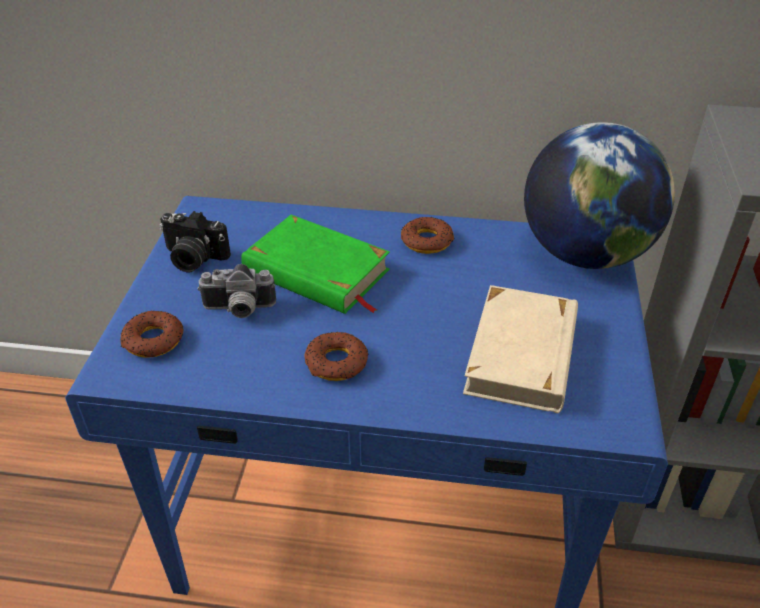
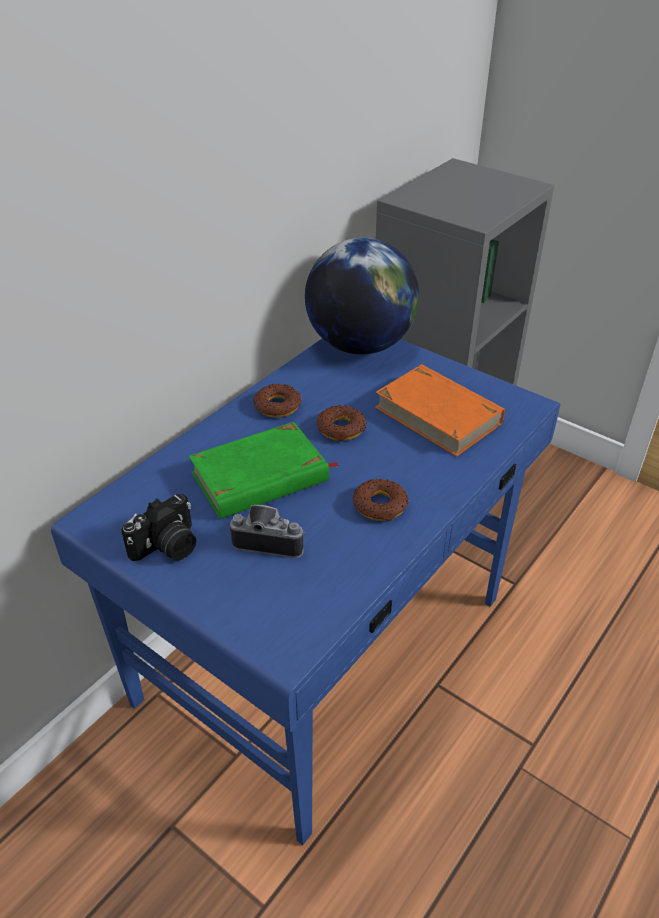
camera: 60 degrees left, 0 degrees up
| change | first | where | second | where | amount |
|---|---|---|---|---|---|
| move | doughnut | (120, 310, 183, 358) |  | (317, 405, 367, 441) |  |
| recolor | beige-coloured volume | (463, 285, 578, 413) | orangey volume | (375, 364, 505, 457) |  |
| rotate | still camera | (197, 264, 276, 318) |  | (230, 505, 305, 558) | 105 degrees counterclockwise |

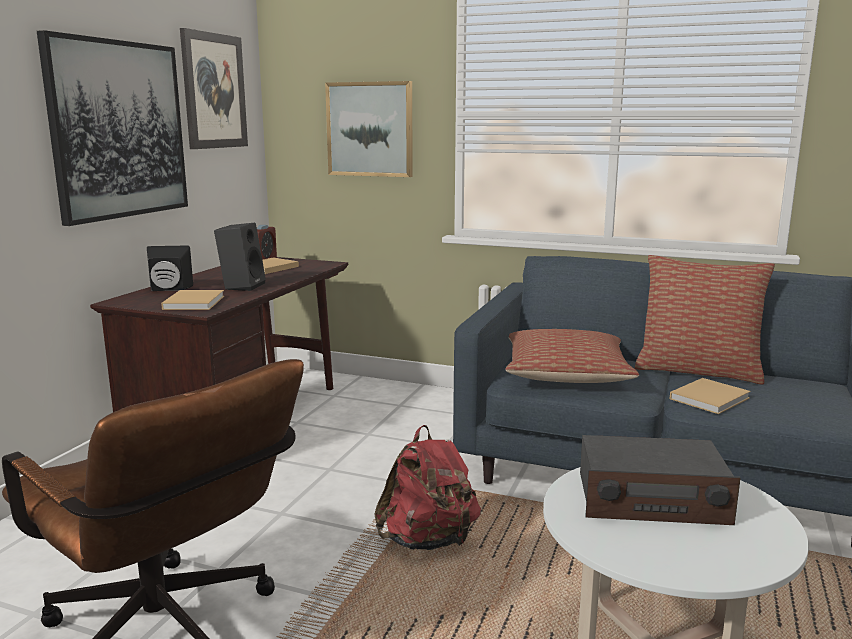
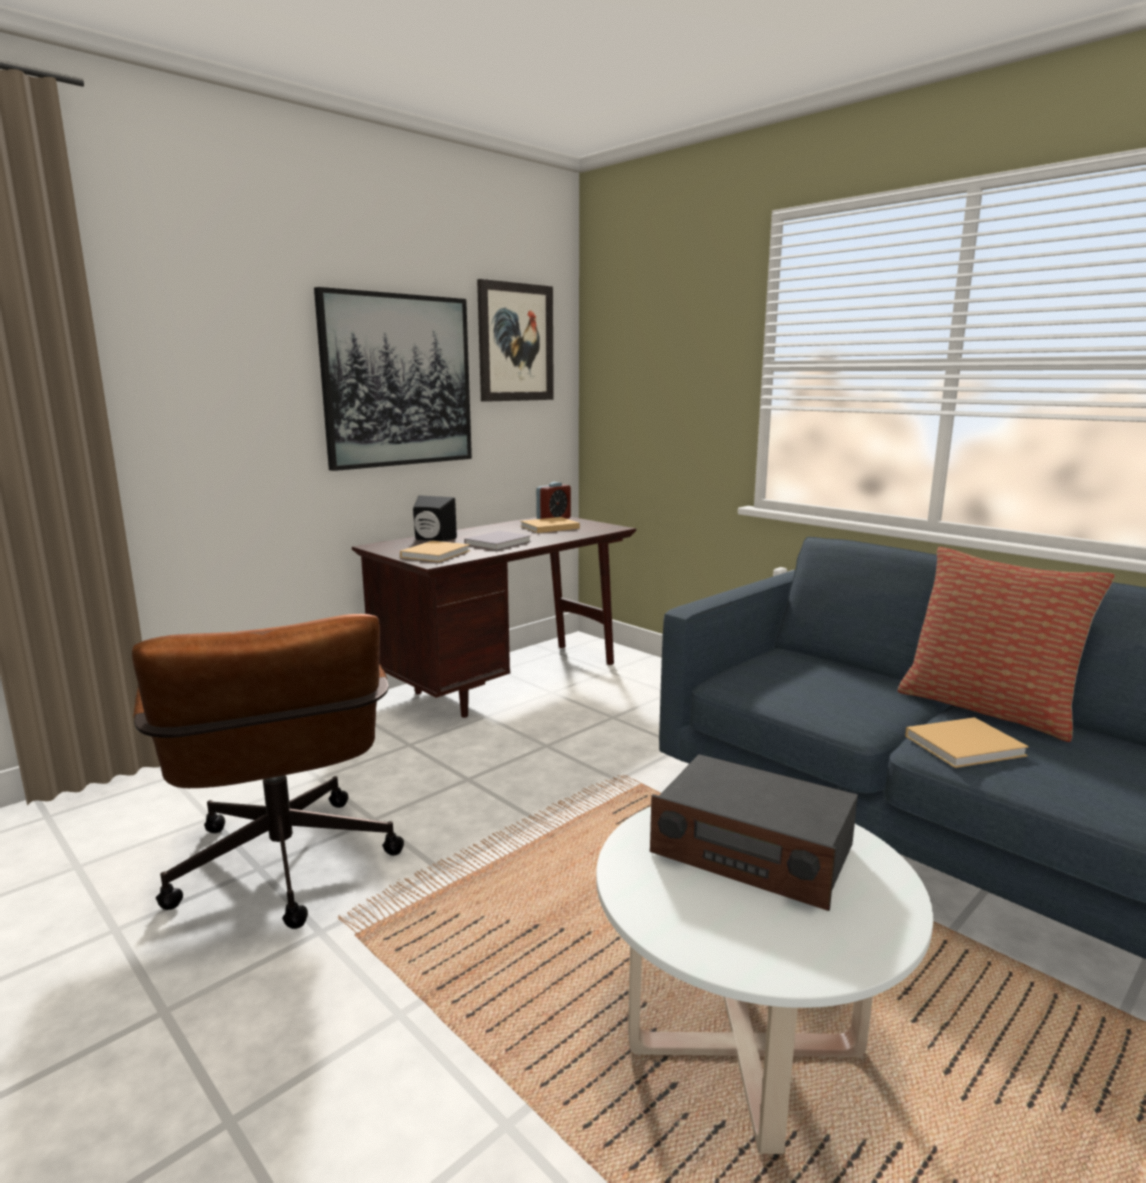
camera: 25 degrees right, 0 degrees up
| change | first | where | second | where | amount |
|---|---|---|---|---|---|
| delete | picture | (325, 81, 413, 177) |  |  |  |
| delete | red backpack | (374, 425, 481, 550) |  |  |  |
| delete | throw pillow | (506, 329, 639, 383) |  |  |  |
| replace | black-coloured speaker | (214, 223, 266, 291) | gray volume | (464, 531, 531, 550) |  |

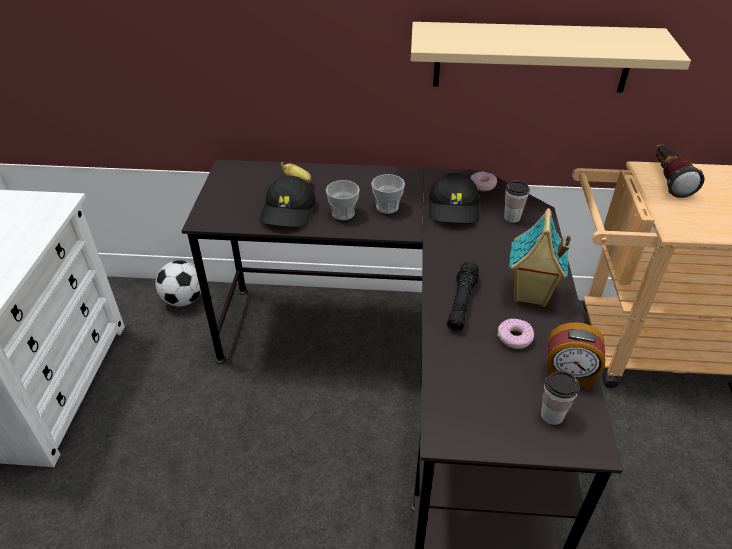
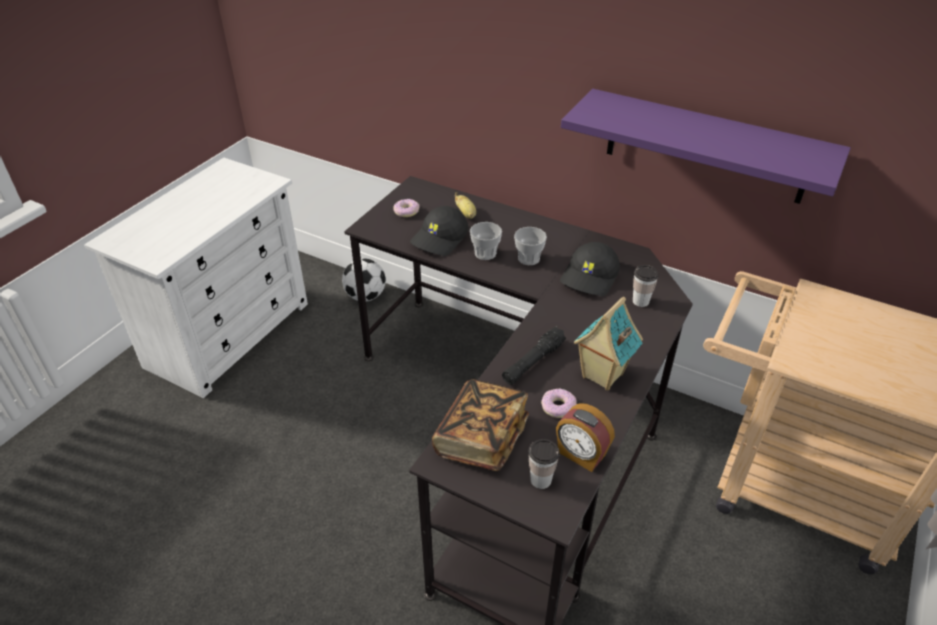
camera: 25 degrees right, 0 degrees up
| change | first | where | second | where | amount |
|---|---|---|---|---|---|
| delete | hand torch | (655, 144, 705, 198) |  |  |  |
| insert |  |  | volume | (432, 379, 529, 471) |  |
| move | doughnut | (470, 172, 497, 191) |  | (393, 199, 420, 217) |  |
| recolor | beige-coloured shelf | (411, 22, 691, 93) | purple-coloured shelf | (561, 89, 851, 204) |  |

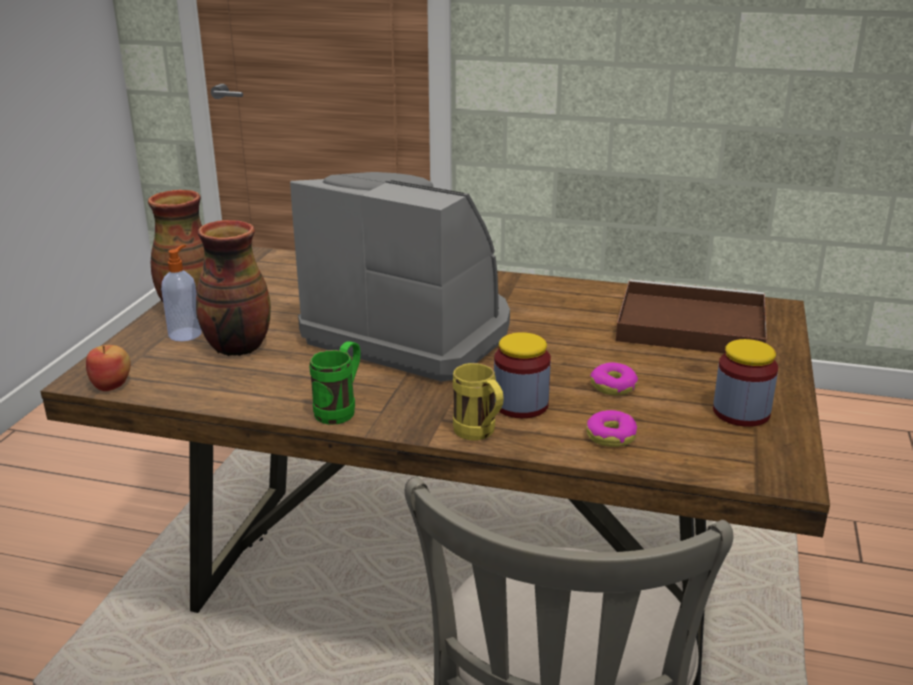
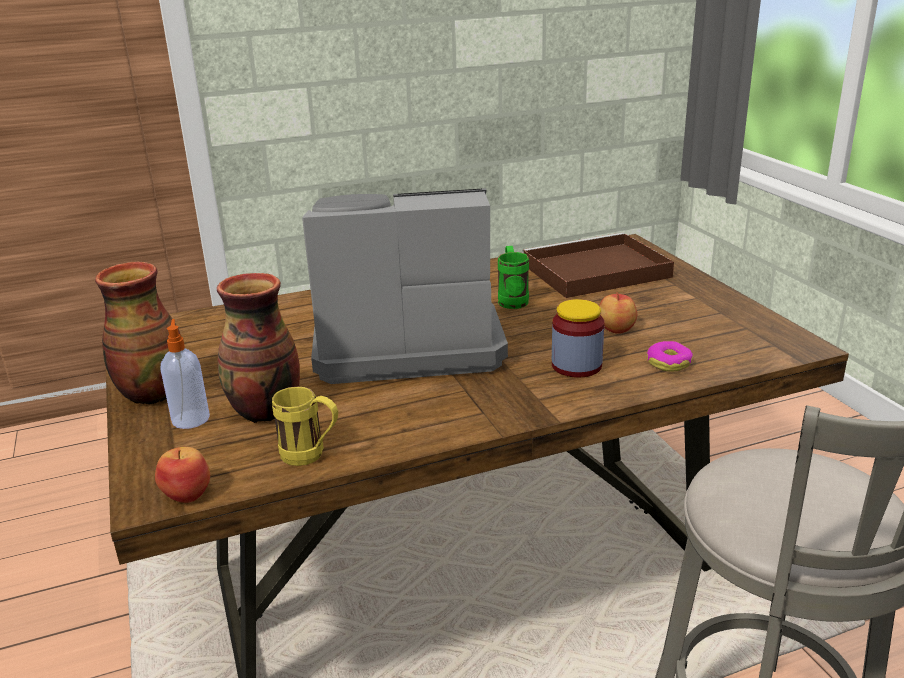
camera: 35 degrees left, 0 degrees up
| change | first | where | second | where | amount |
|---|---|---|---|---|---|
| delete | preserve jar | (713, 339, 778, 427) |  |  |  |
| move | green tea mug | (309, 341, 360, 424) |  | (498, 246, 529, 309) |  |
| move | yellow tea mug | (453, 363, 504, 441) |  | (272, 387, 338, 466) |  |
| replace | doughnut | (590, 362, 638, 395) | whole apple | (599, 292, 637, 334) |  |

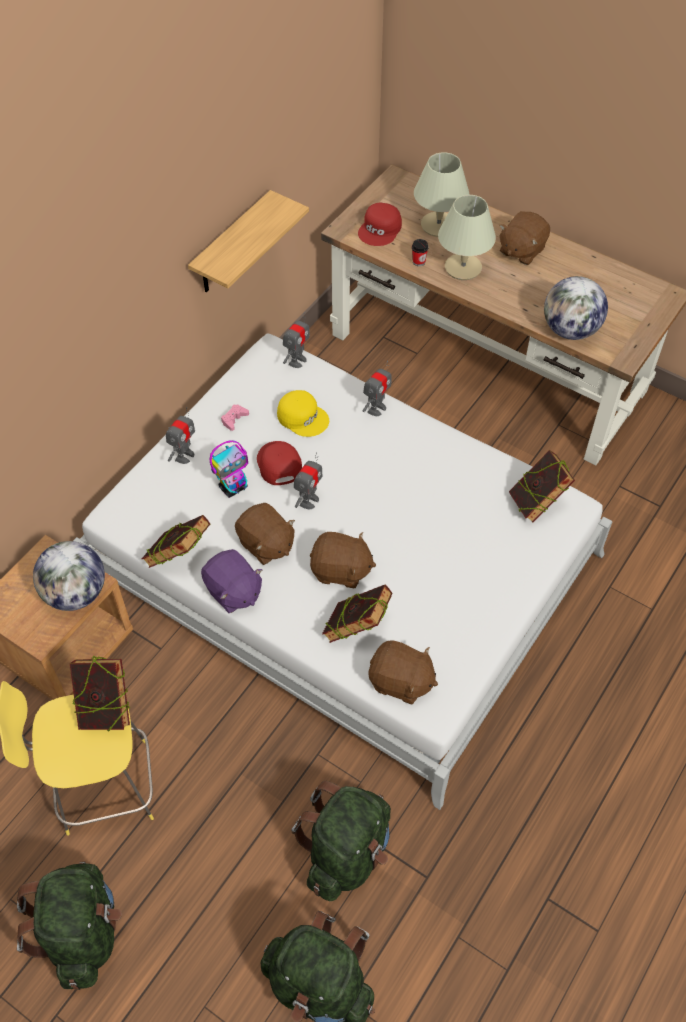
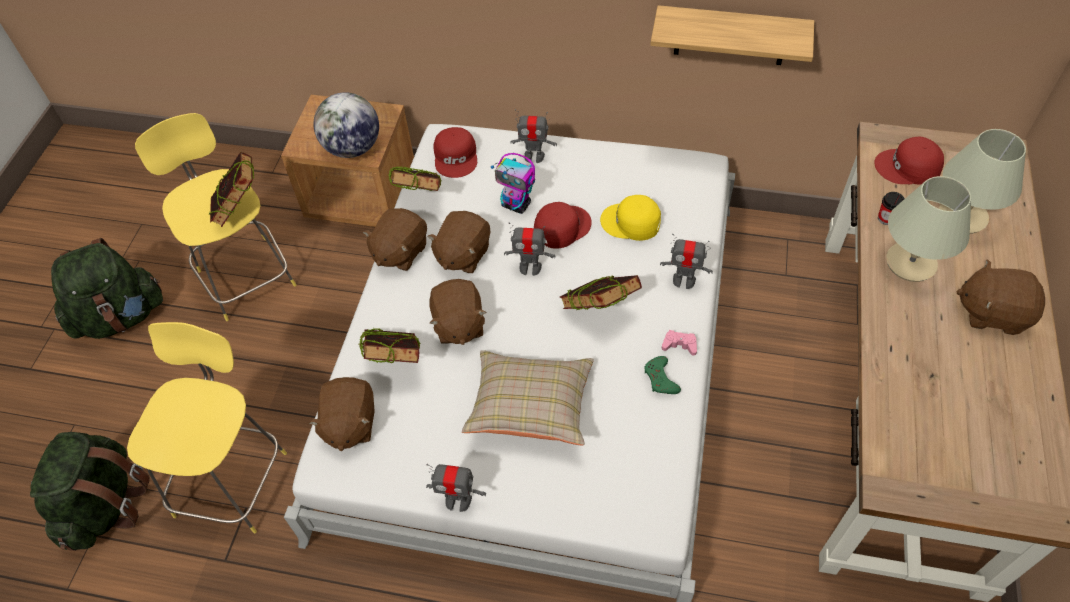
camera: 70 degrees right, 0 degrees up
| change | first | where | second | where | amount |
|---|---|---|---|---|---|
| delete | world globe | (544, 276, 608, 340) |  |  |  |
| insert |  |  | red baseball cap | (433, 127, 477, 178) |  |
| insert |  |  | beige-coloured throw pillow | (462, 350, 594, 445) |  |
| insert |  |  | green game controller | (644, 356, 681, 394) |  |
| move | pink game controller | (221, 405, 249, 431) |  | (662, 330, 697, 356) |  |
| move | model robot | (283, 312, 310, 368) |  | (426, 464, 486, 512) |  |
| move | volume | (509, 450, 575, 522) |  | (560, 275, 642, 310) |  |
| replace | green backpack | (291, 781, 391, 901) | yellow stool seat | (127, 322, 287, 533) |  |
| recolor | purple-coloured cuddly toy | (201, 549, 263, 613) | brown cuddly toy | (363, 208, 427, 271) |  |
| rotate | yellow baseball cap | (277, 390, 329, 437) |  | (600, 195, 661, 241) | 90 degrees clockwise |

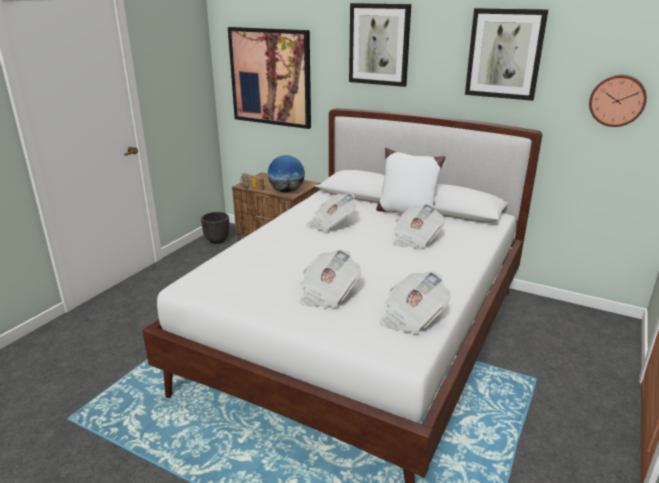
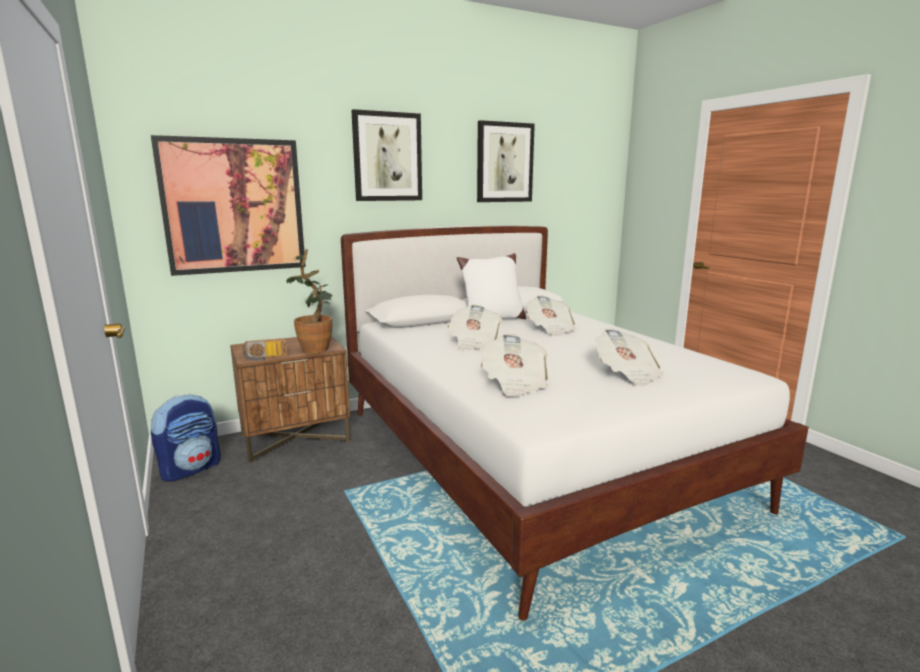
camera: 55 degrees left, 10 degrees down
| change | first | where | second | where | amount |
|---|---|---|---|---|---|
| delete | wall clock | (589, 75, 647, 127) |  |  |  |
| move | daily paper | (380, 272, 450, 334) |  | (480, 334, 549, 397) |  |
| replace | black-coloured flower pot | (201, 212, 230, 244) | backpack | (151, 394, 221, 482) |  |
| replace | world globe | (268, 155, 305, 193) | plant in a pot | (287, 249, 333, 354) |  |

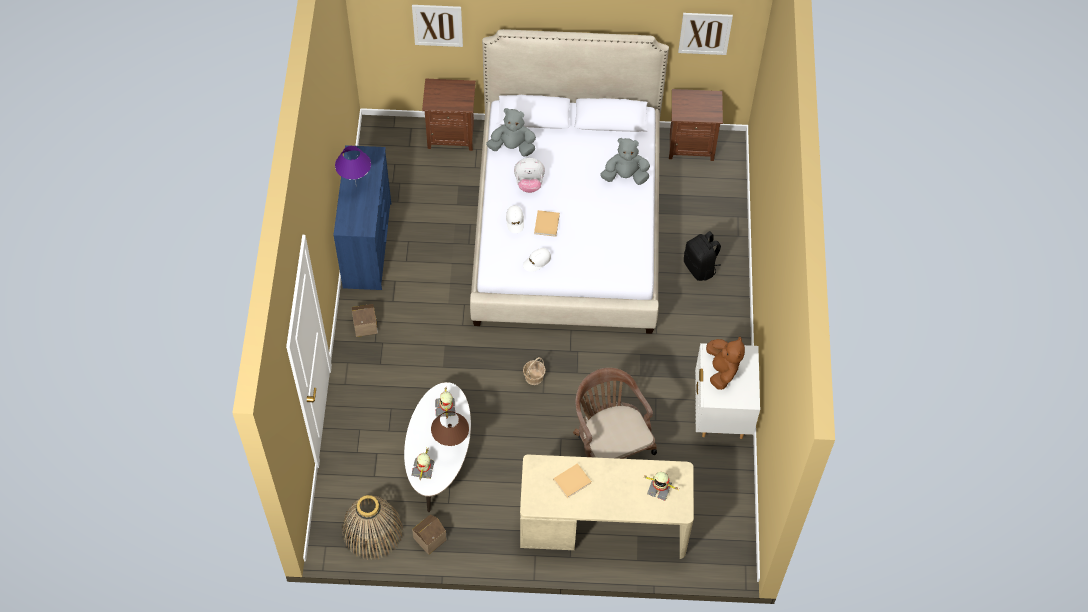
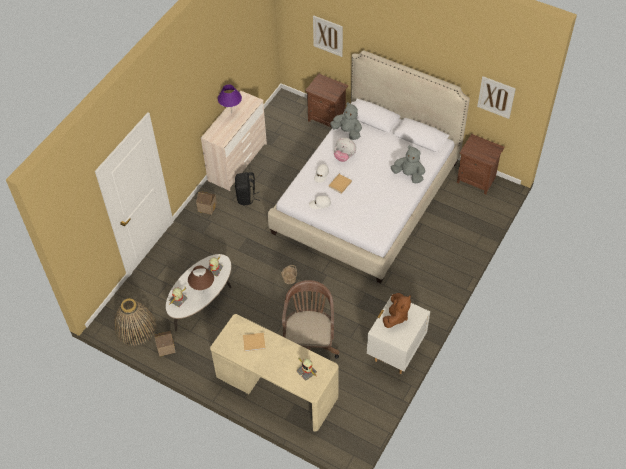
camera: 30 degrees right, 5 degrees down
| change | first | where | second | where | amount |
|---|---|---|---|---|---|
| move | black-coloured backpack | (684, 231, 721, 281) |  | (235, 172, 260, 205) |  |
| recolor | blue-coloured drawer chest | (333, 145, 391, 290) | beige-coloured drawer chest | (201, 90, 267, 191) |  |

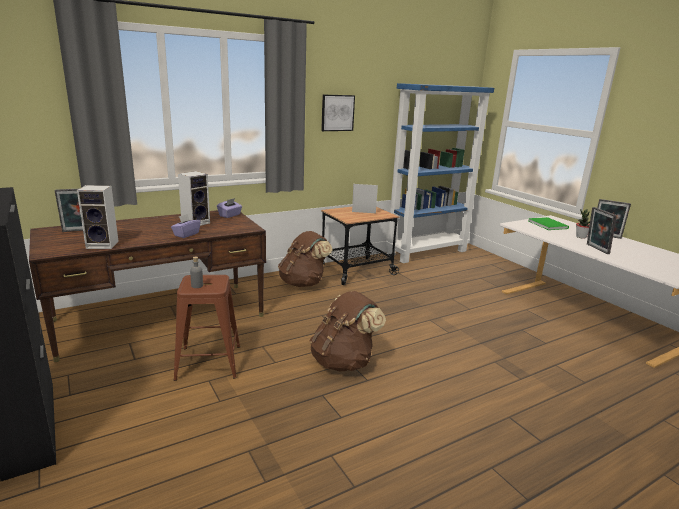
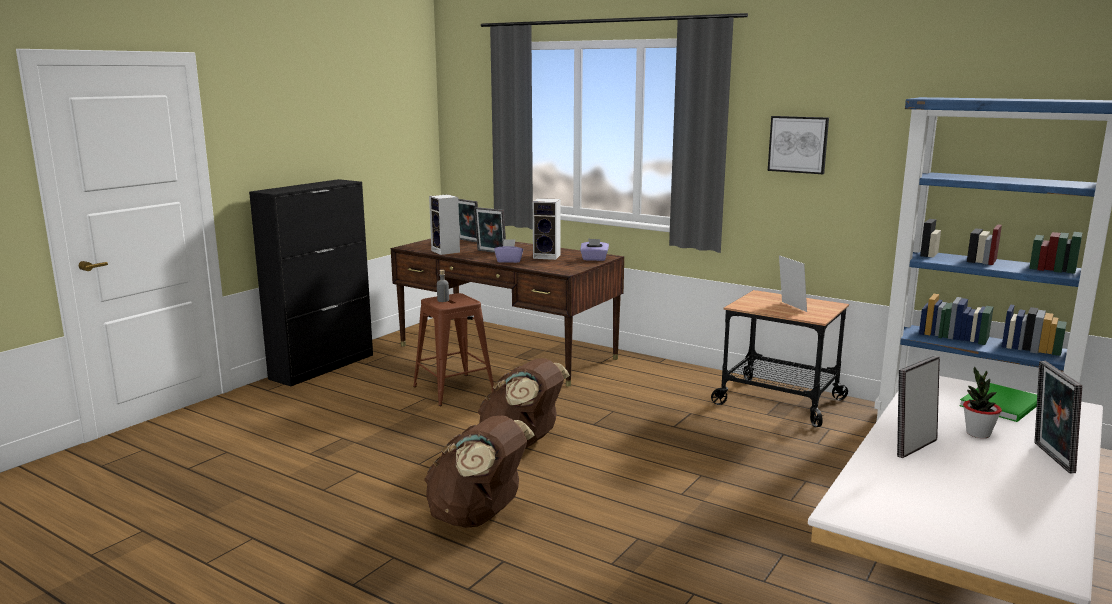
camera: 65 degrees right, 5 degrees down
| change | first | where | second | where | amount |
|---|---|---|---|---|---|
| insert |  |  | standing frame | (474, 207, 506, 253) |  |
| move | brown backpack | (278, 231, 333, 287) |  | (424, 416, 535, 528) |  |

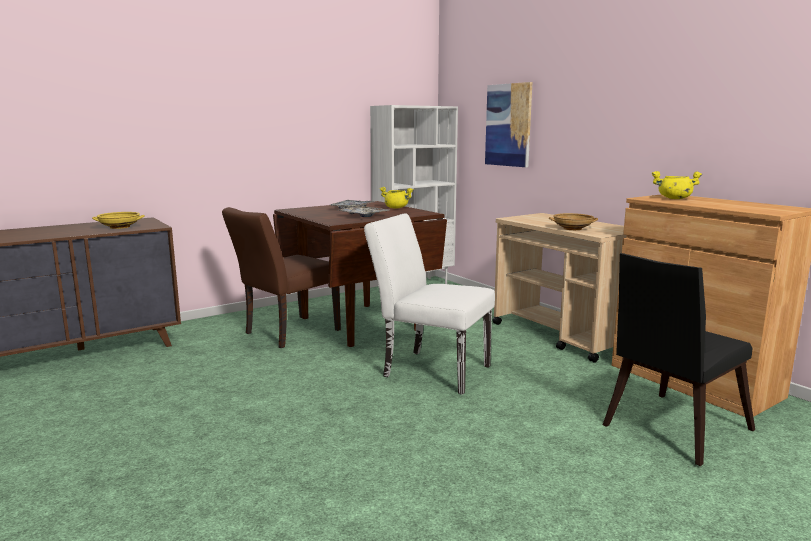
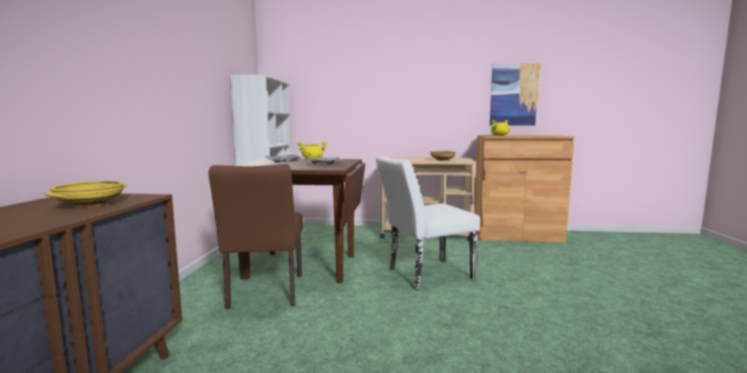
camera: 50 degrees left, 5 degrees down
| change | first | where | second | where | amount |
|---|---|---|---|---|---|
| delete | black-coloured chair | (603, 253, 755, 466) |  |  |  |
| move | picture | (485, 82, 532, 167) |  | (490, 63, 540, 126) |  |

